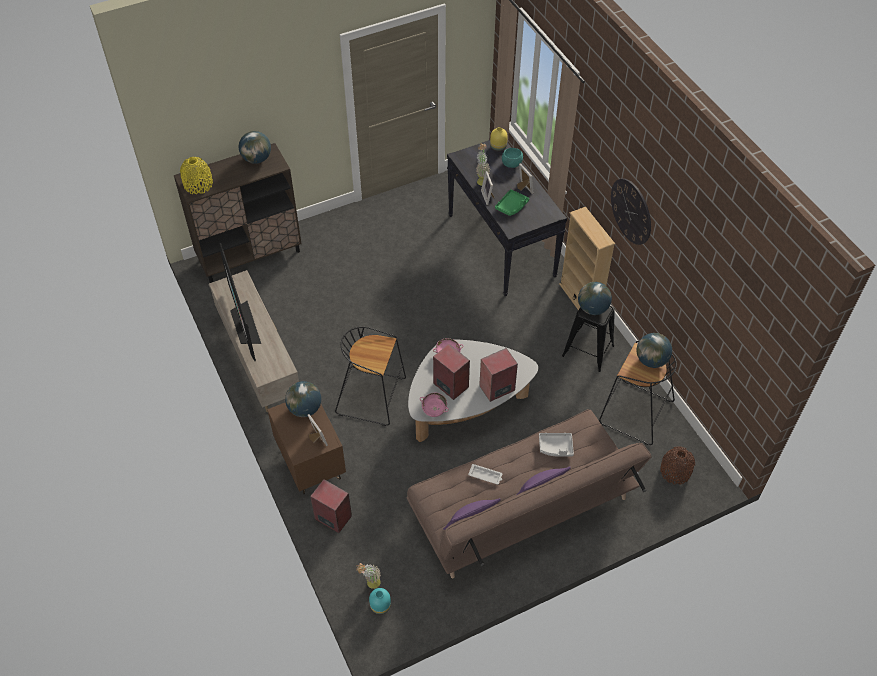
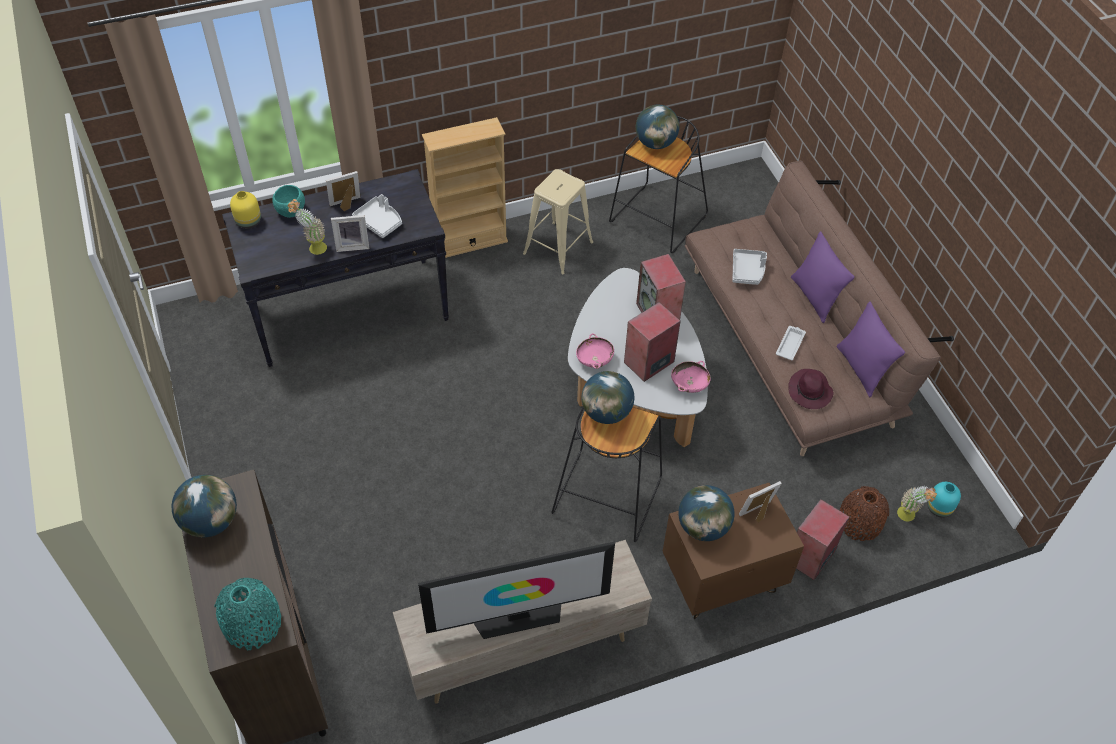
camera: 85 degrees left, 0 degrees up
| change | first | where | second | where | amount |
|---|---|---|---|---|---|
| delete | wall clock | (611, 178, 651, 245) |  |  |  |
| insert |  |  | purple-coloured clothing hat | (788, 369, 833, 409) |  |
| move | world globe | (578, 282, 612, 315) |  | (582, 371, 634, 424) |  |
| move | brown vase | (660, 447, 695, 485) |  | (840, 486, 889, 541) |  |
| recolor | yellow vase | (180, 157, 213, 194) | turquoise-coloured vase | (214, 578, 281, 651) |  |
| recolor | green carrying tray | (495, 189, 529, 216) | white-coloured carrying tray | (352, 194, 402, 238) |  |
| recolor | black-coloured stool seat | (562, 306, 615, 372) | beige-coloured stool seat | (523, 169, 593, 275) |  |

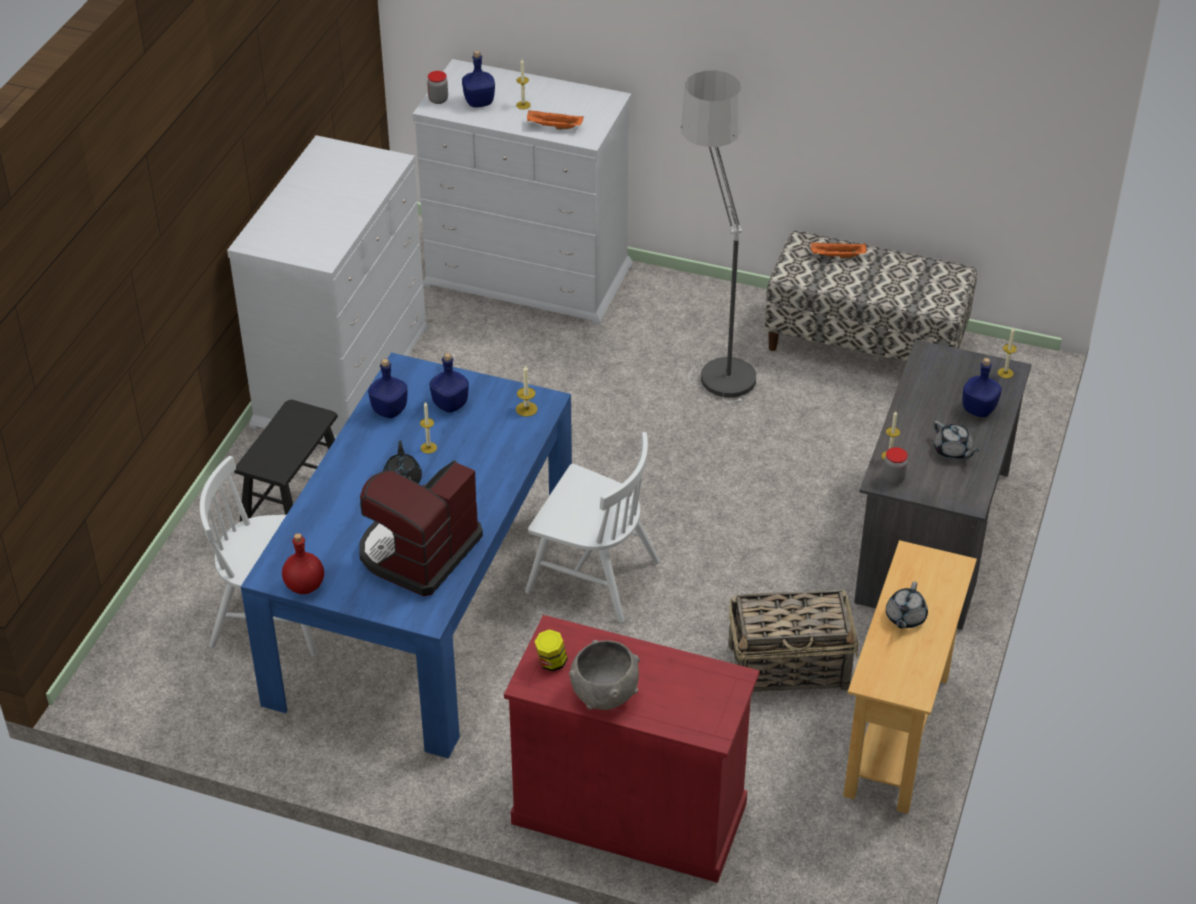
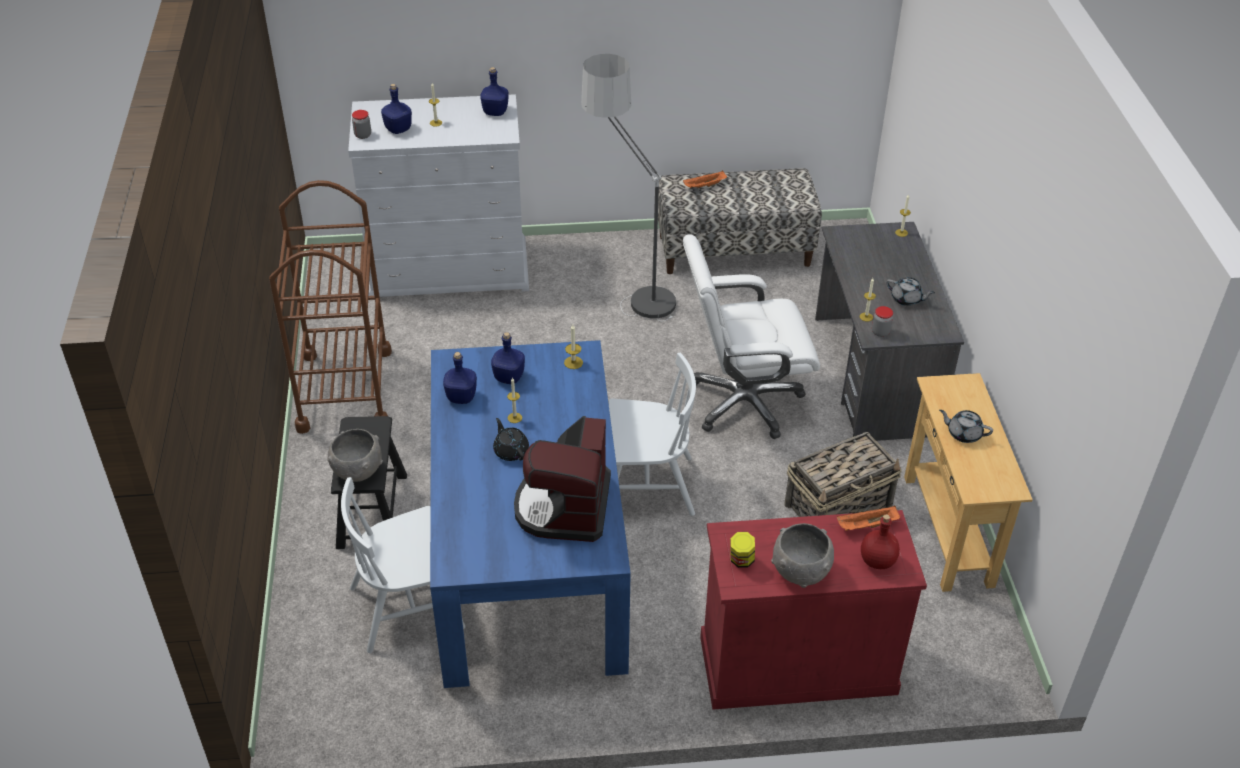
camera: 25 degrees left, 0 degrees up
| change | first | where | second | where | amount |
|---|---|---|---|---|---|
| insert |  |  | gray serving bowl | (327, 429, 383, 482) |  |
| insert |  |  | white-coloured office chair | (683, 234, 820, 439) |  |
| move | red beverage bottle | (282, 533, 324, 594) |  | (861, 514, 900, 569) |  |
| move | orangey carrying tray | (527, 110, 584, 130) |  | (837, 506, 900, 531) |  |
| move | blue-coloured beverage bottle | (963, 358, 1002, 417) |  | (480, 67, 509, 116) |  |
| replace | white-coloured drawer chest | (227, 135, 428, 443) | brown cart | (269, 180, 392, 434) |  |
| rotate | gray tea pot | (886, 581, 928, 629) |  | (939, 410, 993, 443) | 120 degrees clockwise |

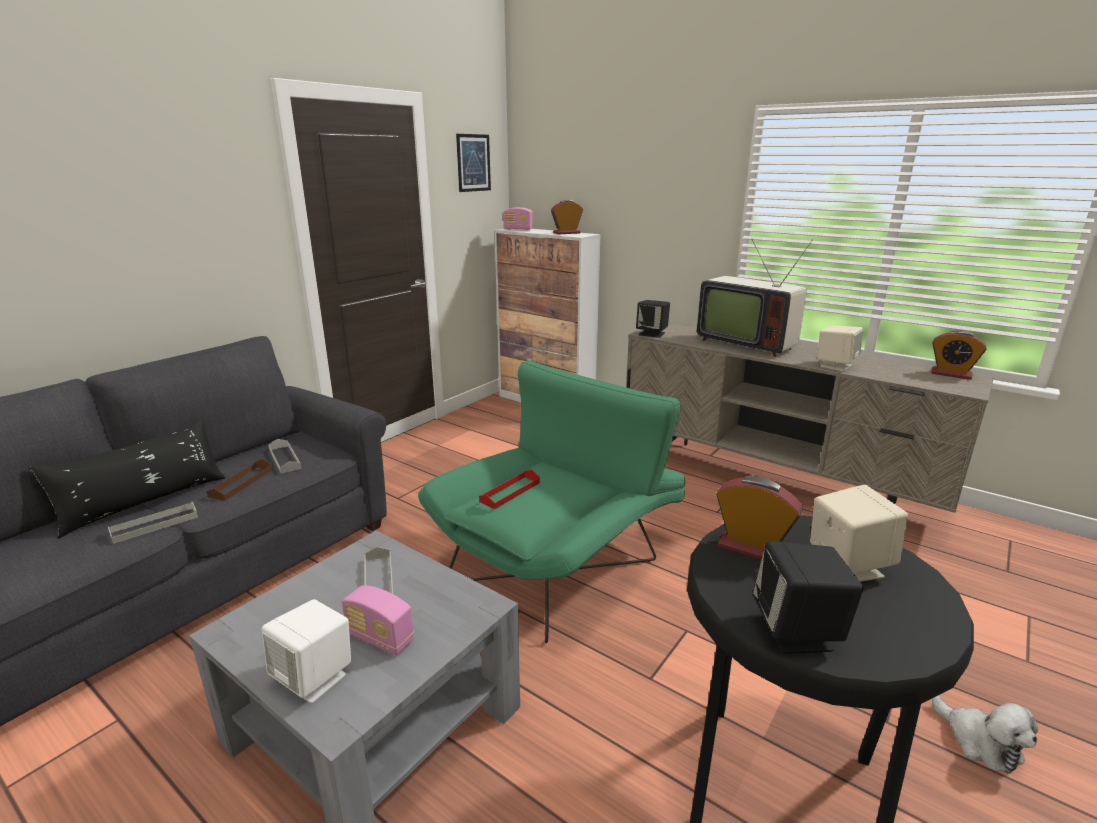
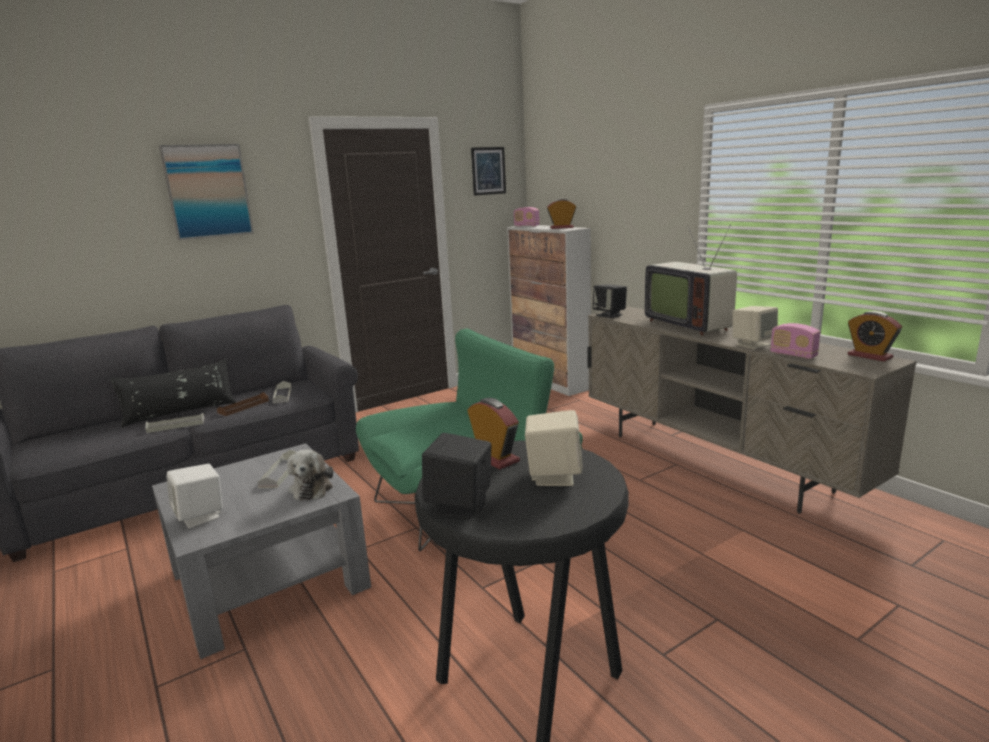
camera: 20 degrees right, 5 degrees down
| change | first | where | second | where | amount |
|---|---|---|---|---|---|
| delete | red carrying tray | (479, 470, 540, 509) |  |  |  |
| insert |  |  | picture | (159, 144, 254, 240) |  |
| move | radio set | (342, 585, 414, 656) |  | (770, 323, 820, 359) |  |
| move | cuddly toy | (932, 695, 1038, 774) |  | (287, 450, 333, 501) |  |

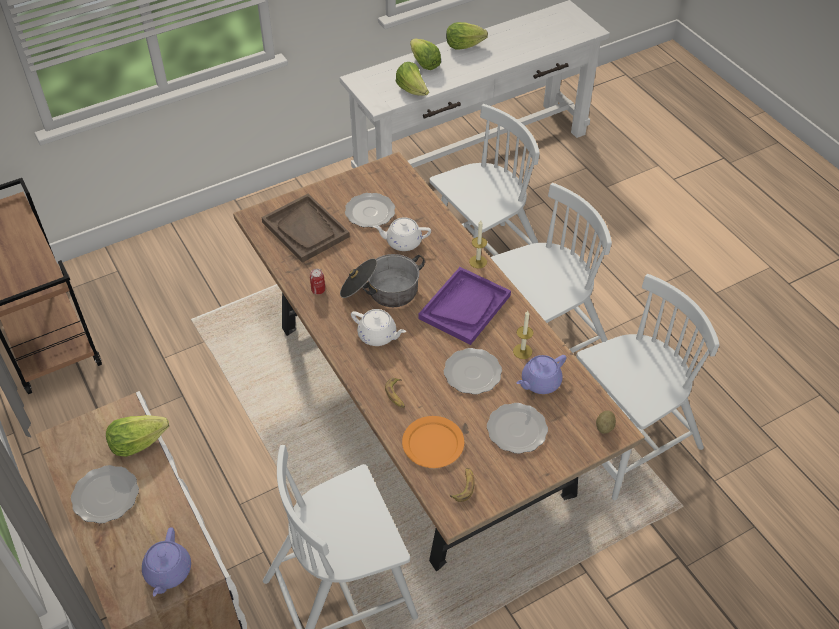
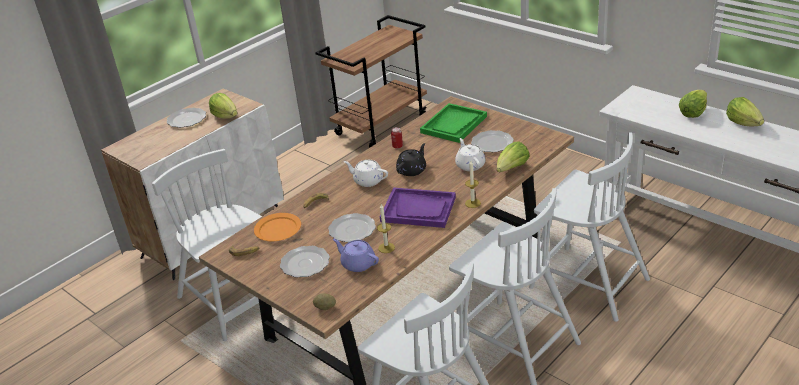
camera: 75 degrees right, 15 degrees down
| change | first | where | second | where | amount |
|---|---|---|---|---|---|
| delete | purple-coloured tea pot | (142, 528, 191, 596) |  |  |  |
| move | head of lettuce | (396, 62, 429, 96) |  | (497, 141, 530, 172) |  |
| replace | saucepot | (340, 254, 425, 307) | black-coloured tea pot | (396, 143, 426, 176) |  |
| recolor | brown carrying tray | (261, 194, 350, 263) | green carrying tray | (420, 103, 487, 143) |  |
| rotate | white-coloured tea pot | (351, 309, 406, 346) |  | (344, 160, 388, 187) | 105 degrees clockwise |

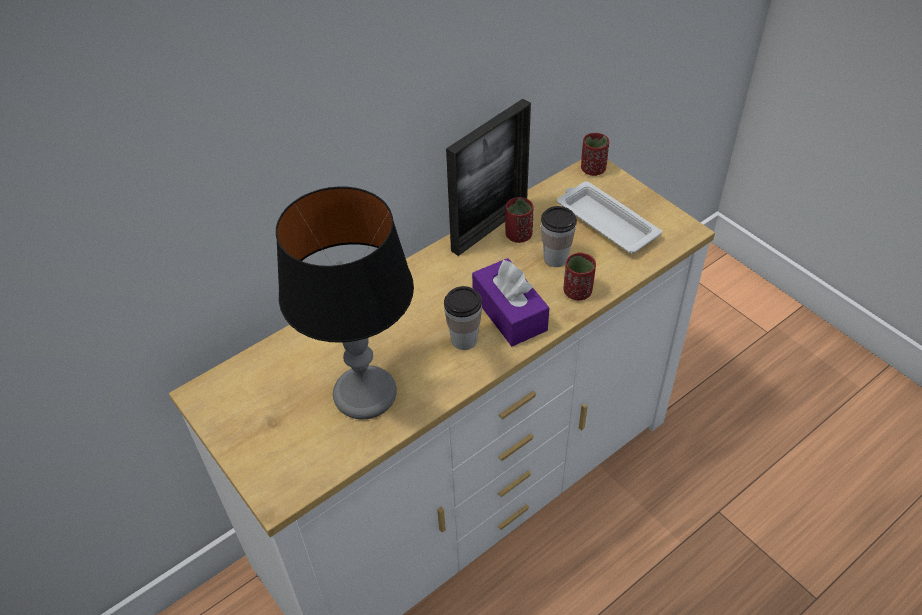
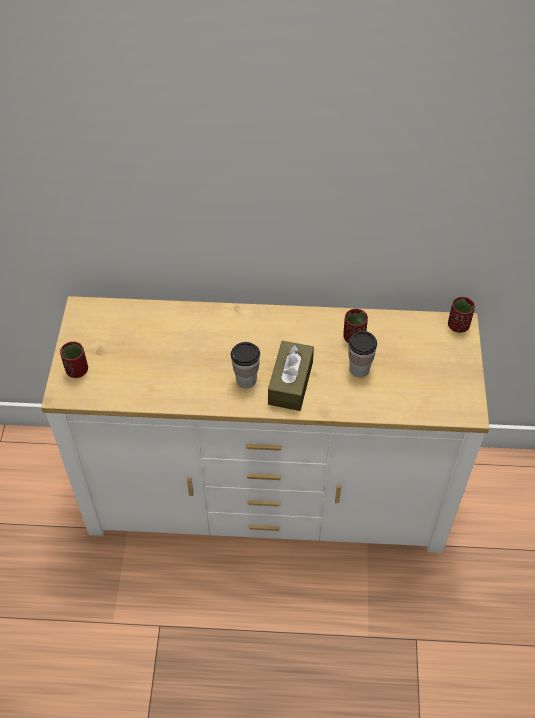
camera: 40 degrees right, 5 degrees up
| change | first | where | second | where | amount |
|---|---|---|---|---|---|
| delete | table lamp | (276, 186, 414, 419) |  |  |  |
| delete | standing frame | (446, 99, 531, 256) |  |  |  |
| delete | white-coloured carrying tray | (557, 182, 662, 254) |  |  |  |
| move | red drinking cup | (563, 252, 596, 300) |  | (60, 342, 88, 378) |  |
| recolor | purple-coloured tissue box | (472, 258, 549, 346) | brown tissue box | (268, 341, 314, 411) |  |

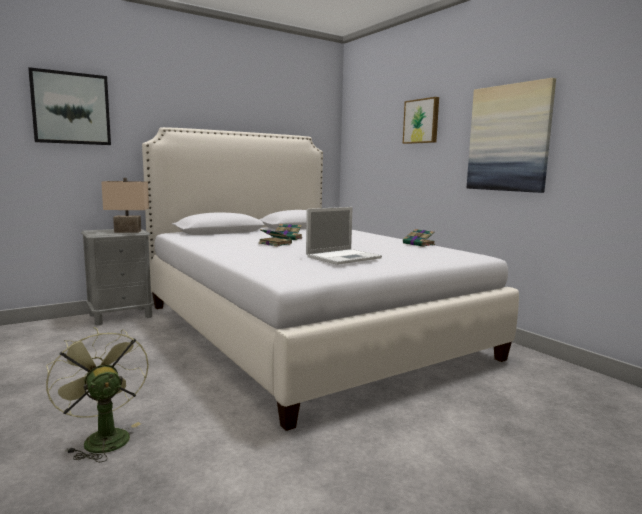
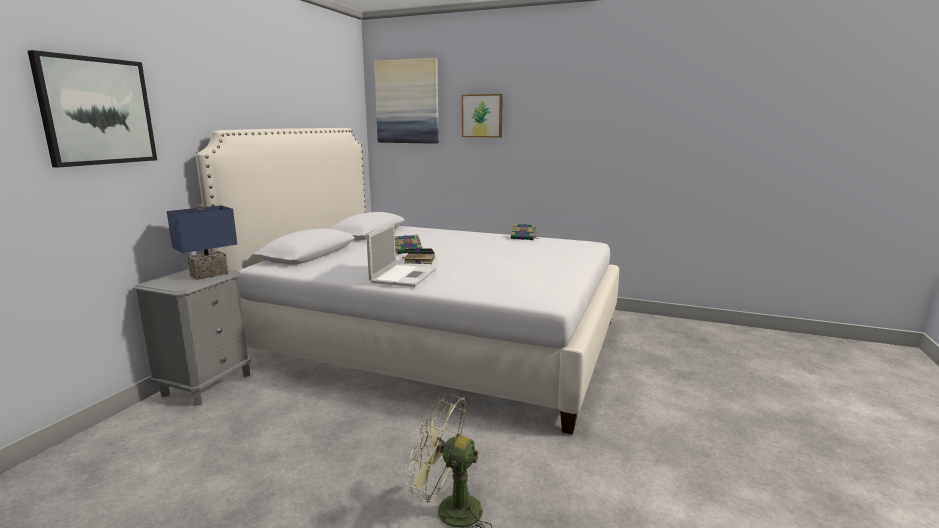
camera: 35 degrees left, 5 degrees up
| change | first | where | second | where | amount |
|---|---|---|---|---|---|
| move | portable computer | (306, 207, 382, 265) |  | (366, 223, 436, 287) |  |
| move | picture | (467, 78, 556, 193) |  | (374, 58, 439, 144) |  |
| recolor | beige-coloured table lamp | (101, 178, 149, 233) | blue-coloured table lamp | (167, 205, 237, 280) |  |

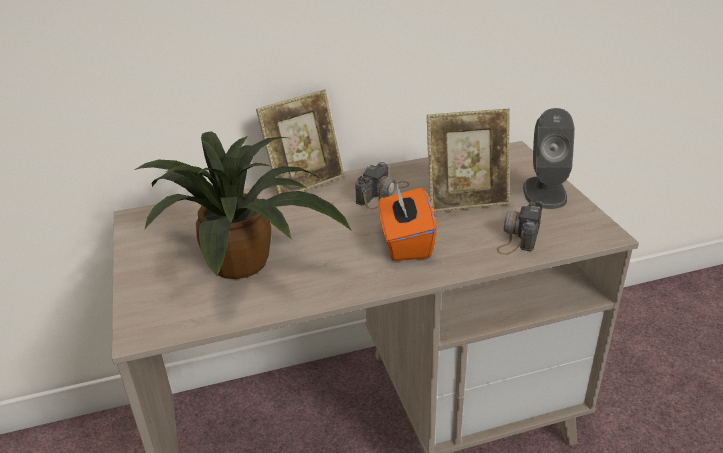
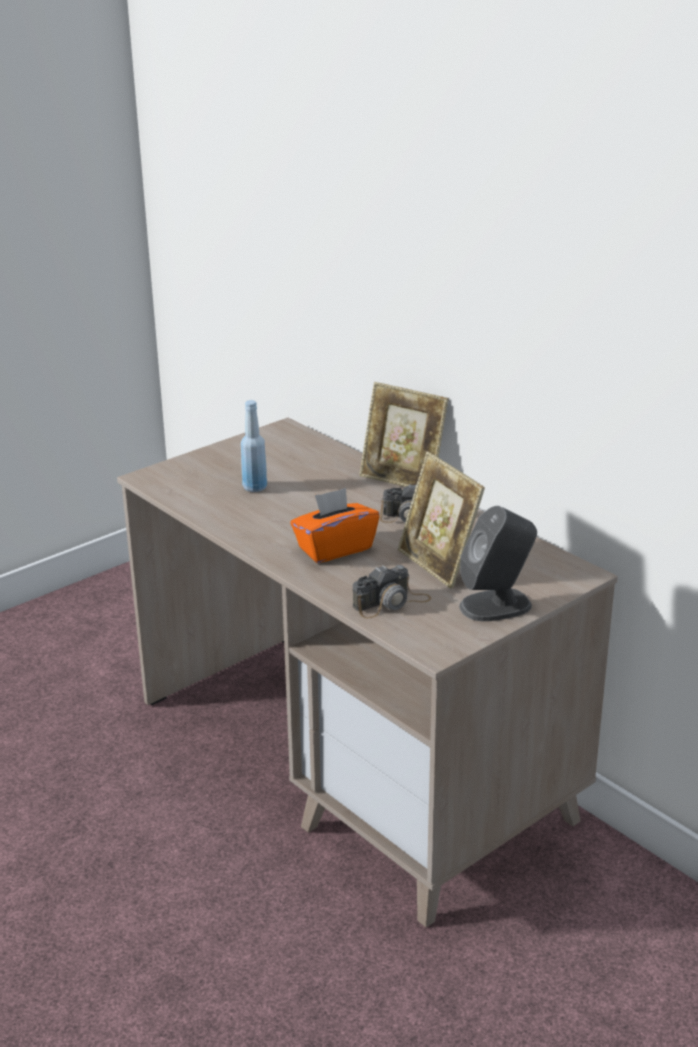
camera: 65 degrees right, 5 degrees down
| change | first | where | second | where | amount |
|---|---|---|---|---|---|
| replace | plant in a pot | (135, 131, 352, 279) | blue-coloured beverage bottle | (241, 400, 267, 492) |  |
| rotate | still camera | (496, 200, 543, 255) |  | (353, 565, 432, 618) | 150 degrees clockwise |

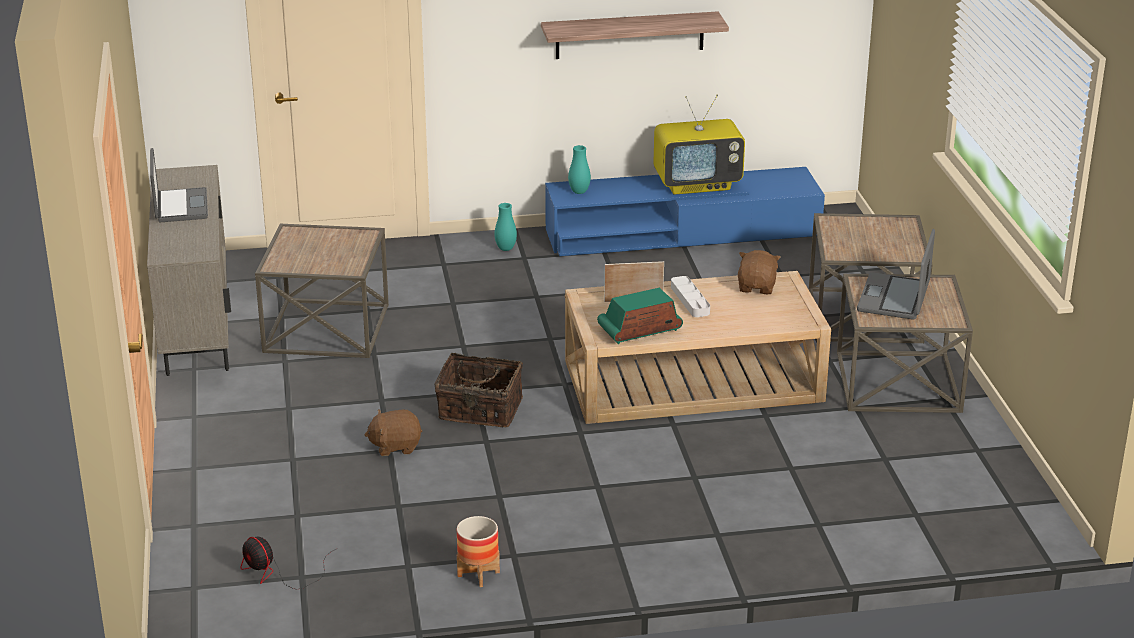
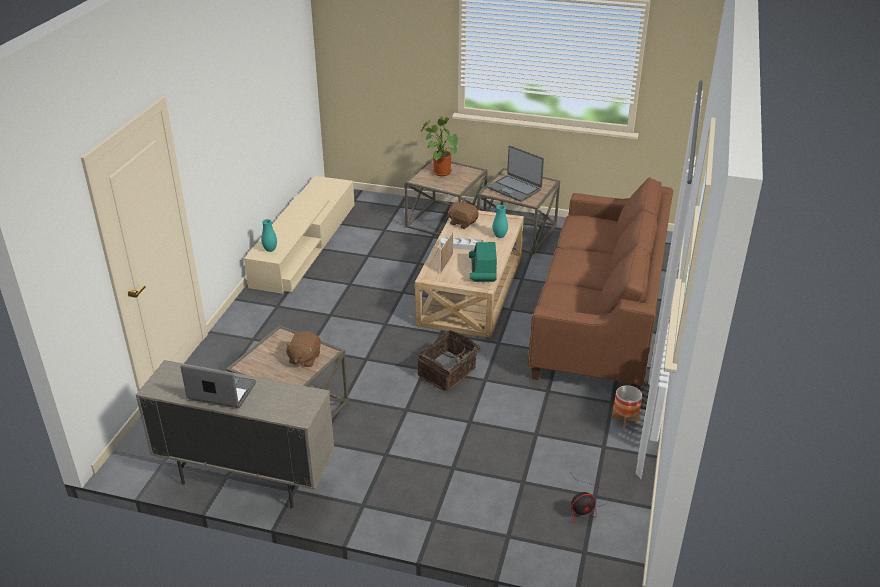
camera: 65 degrees left, 5 degrees up
| change | first | where | second | where | amount |
|---|---|---|---|---|---|
| delete | shelf | (541, 11, 729, 59) |  |  |  |
| delete | television | (654, 95, 745, 195) |  |  |  |
| insert |  |  | plant in a pot | (421, 116, 460, 176) |  |
| insert |  |  | brown sofa | (528, 177, 673, 390) |  |
| move | brown cuddly toy | (364, 409, 422, 456) |  | (284, 331, 321, 367) |  |
| move | turquoise-coloured vase | (494, 203, 517, 251) |  | (493, 205, 508, 238) |  |
| recolor | blue-coloured media console | (545, 167, 825, 256) | beige-coloured media console | (244, 176, 355, 294) |  |

